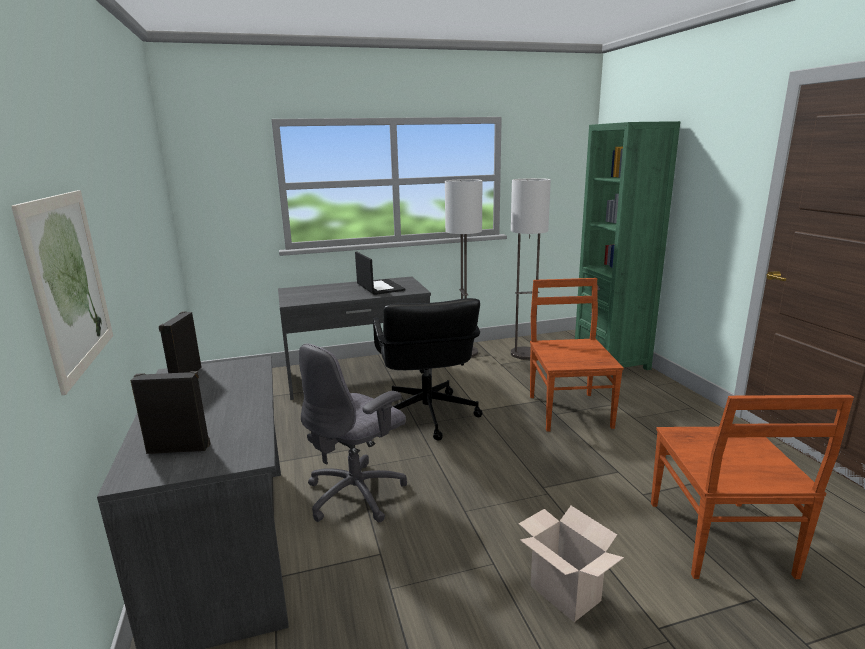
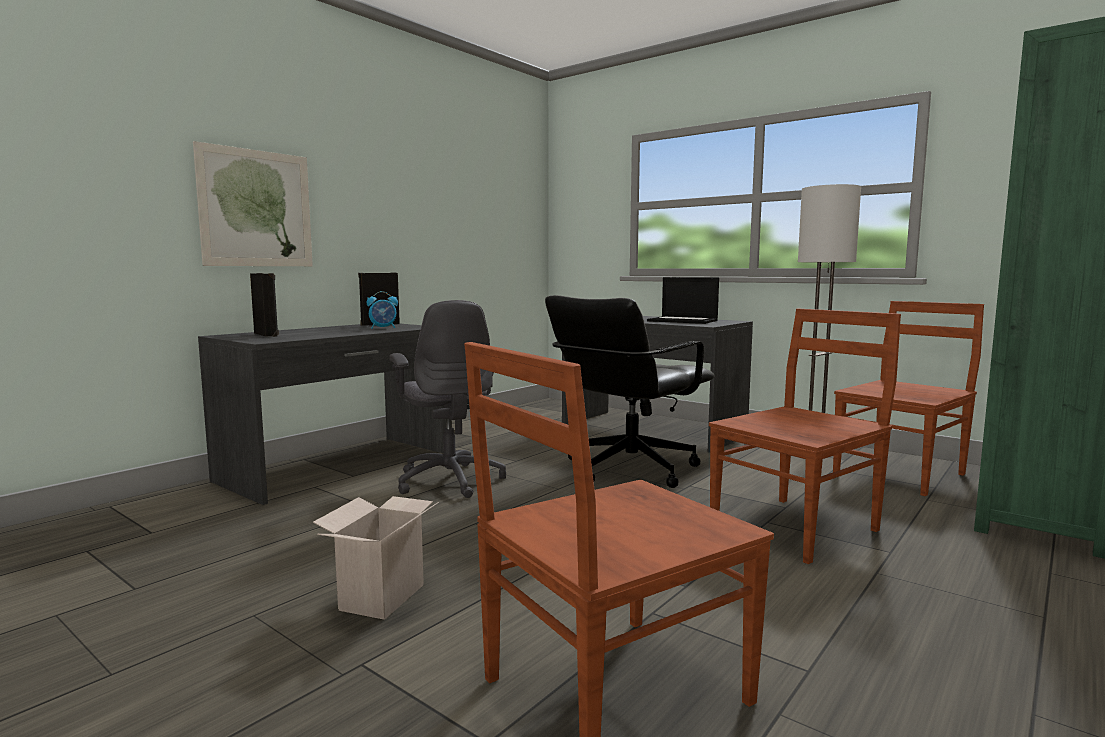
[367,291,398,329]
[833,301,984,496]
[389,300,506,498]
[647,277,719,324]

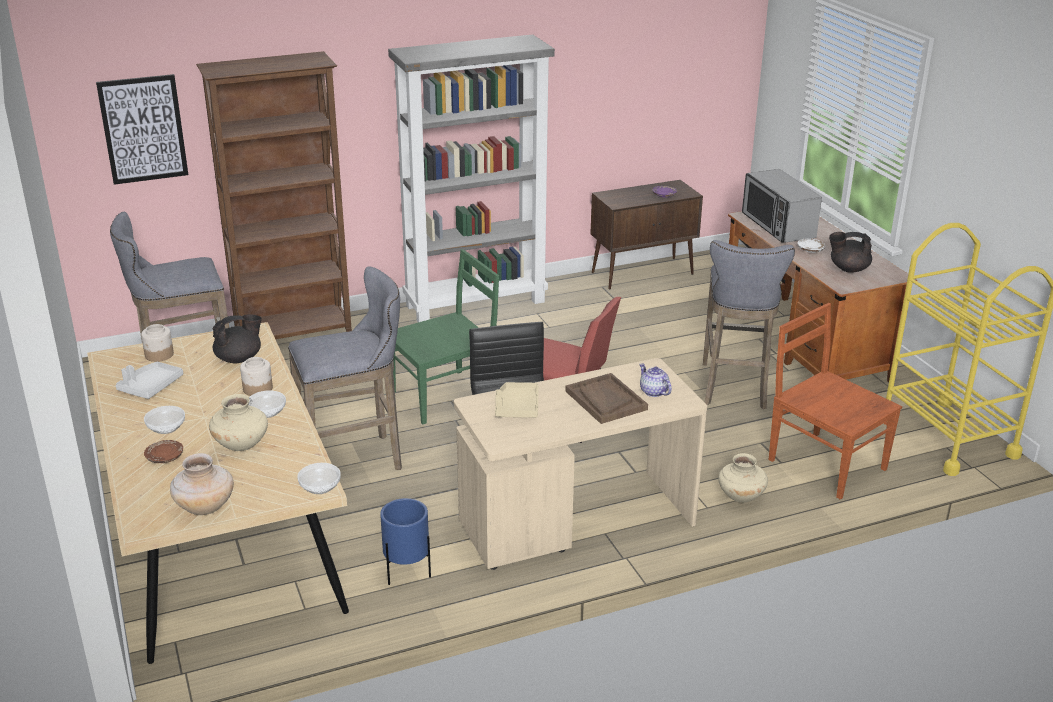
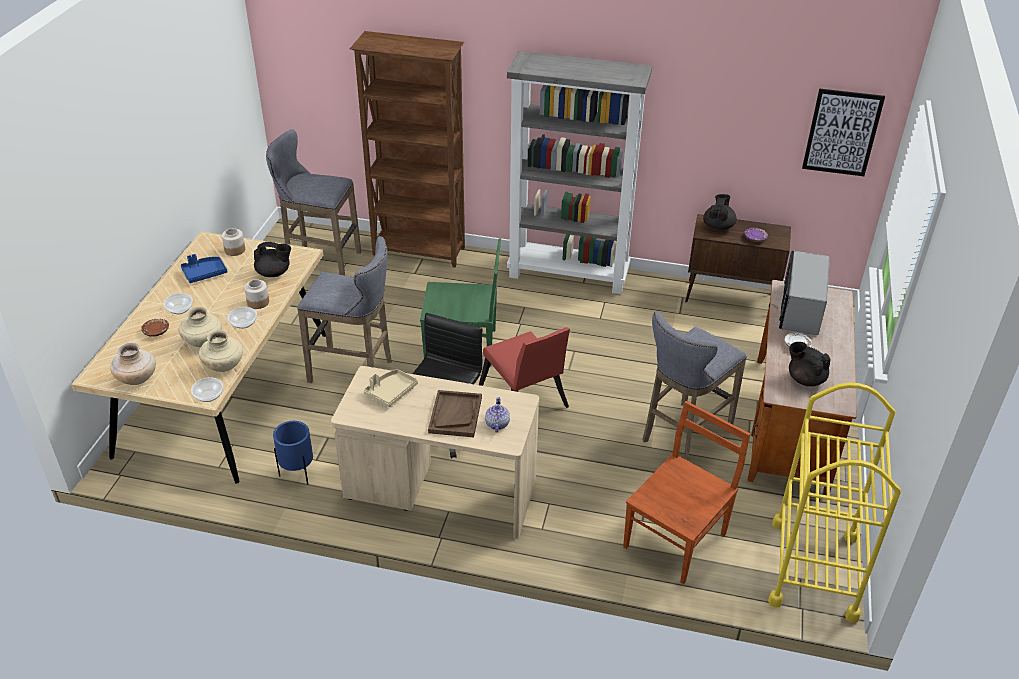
[703,194,737,231]
[802,89,885,176]
[199,330,243,372]
[181,254,227,283]
[623,401,750,584]

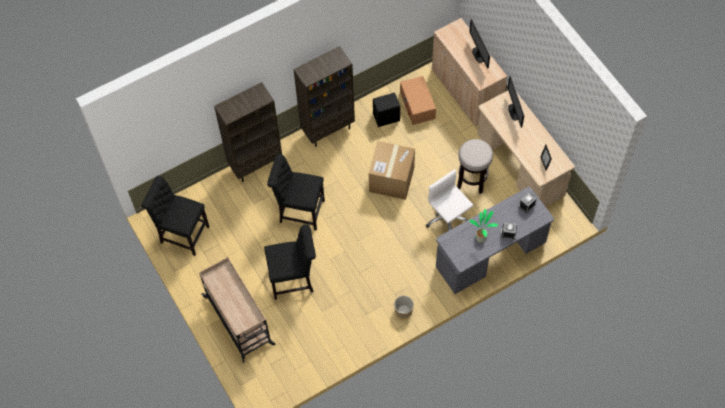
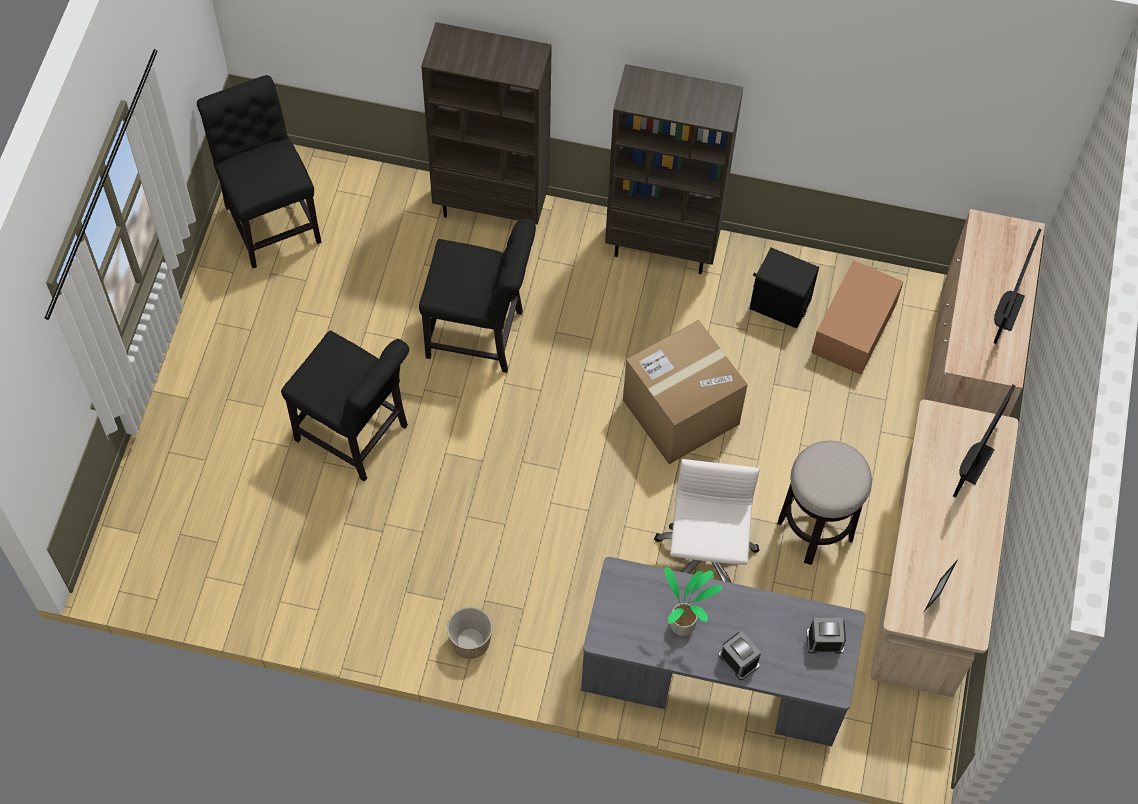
[199,257,275,363] (first image)
[419,218,536,373]

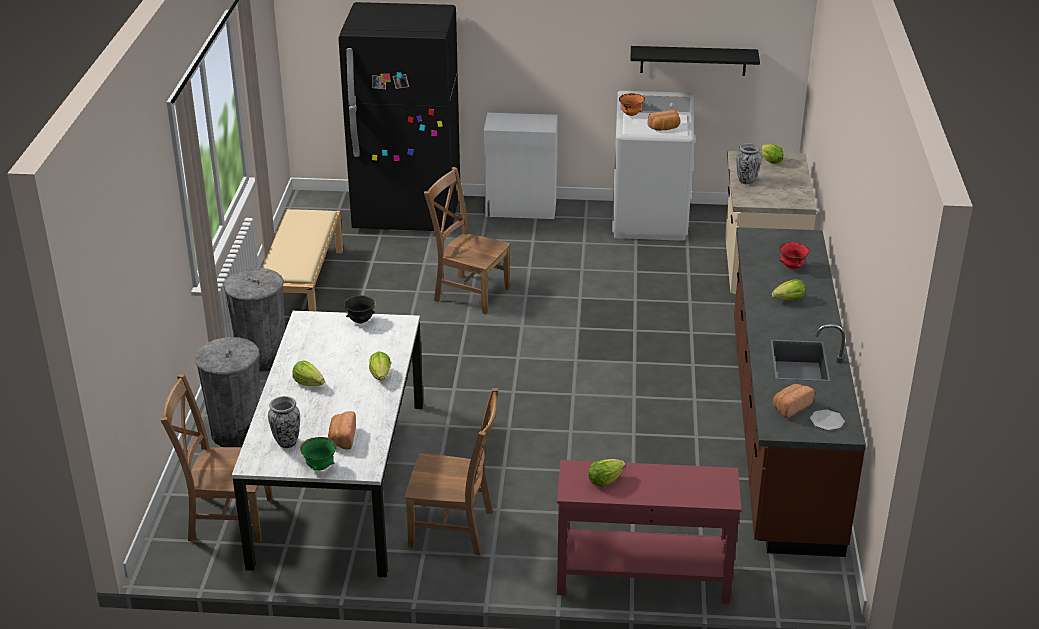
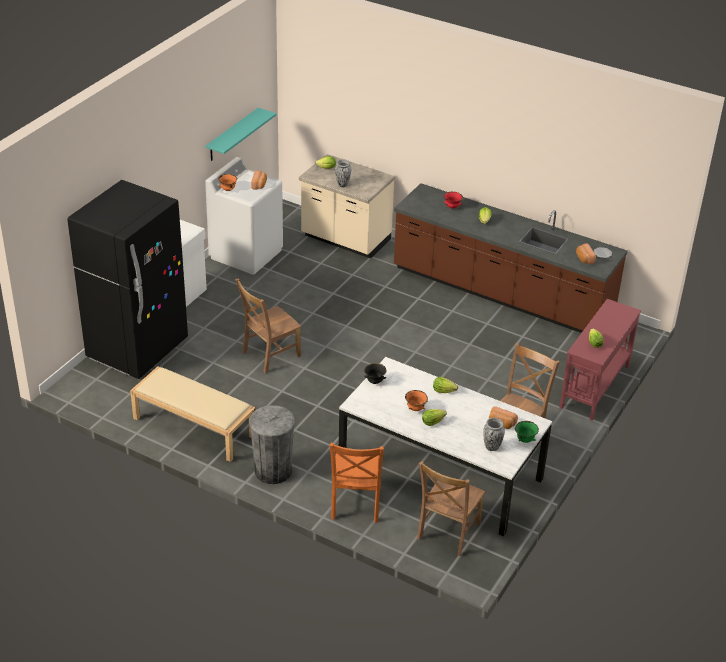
[405,390,428,411]
[330,443,384,523]
[206,108,276,161]

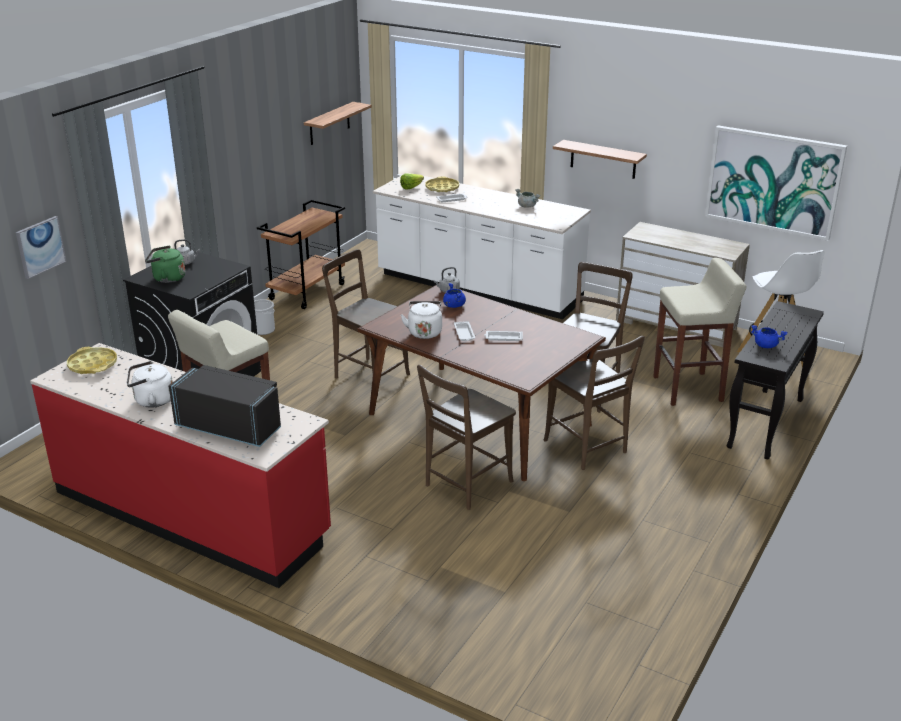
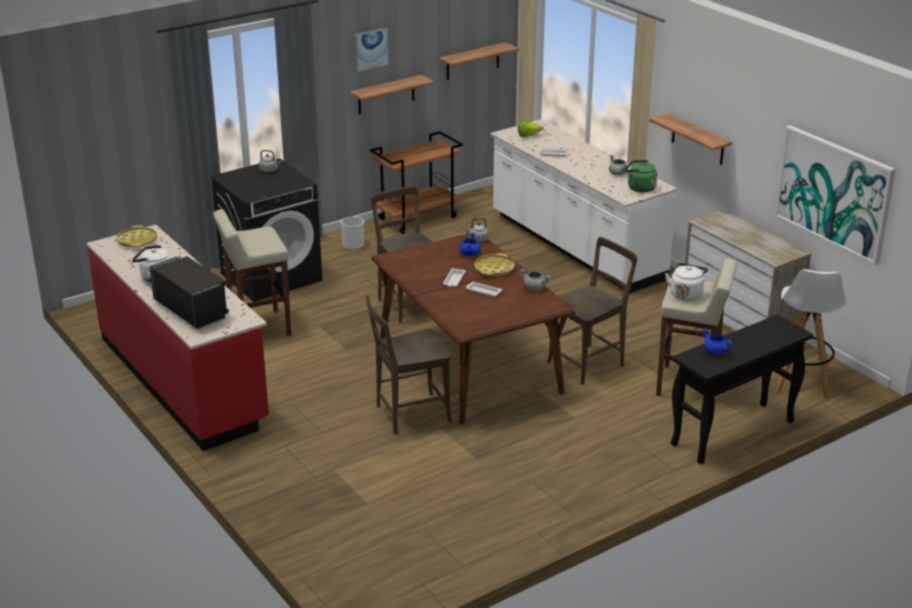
[544,336,645,470] (first image)
[350,75,434,114]
[520,269,551,291]
[354,28,389,72]
[624,160,657,192]
[665,263,708,301]
[474,253,514,276]

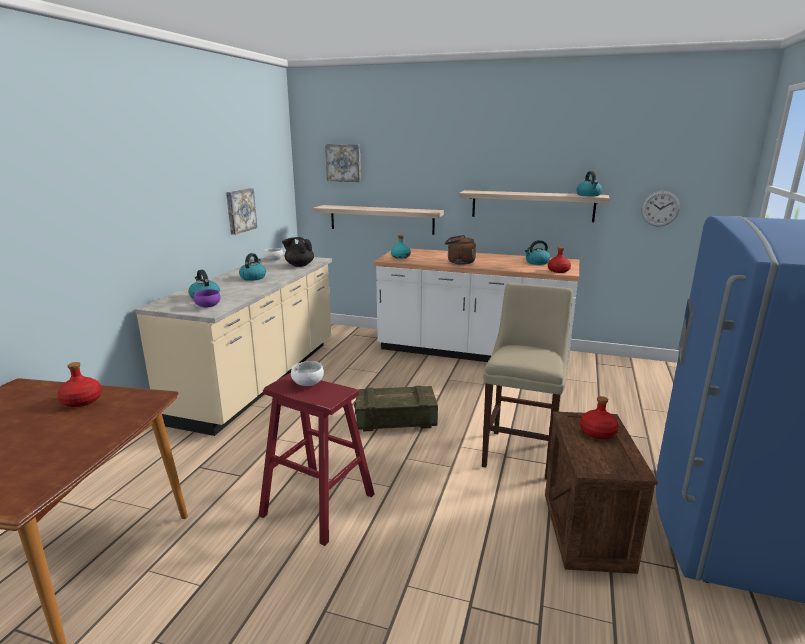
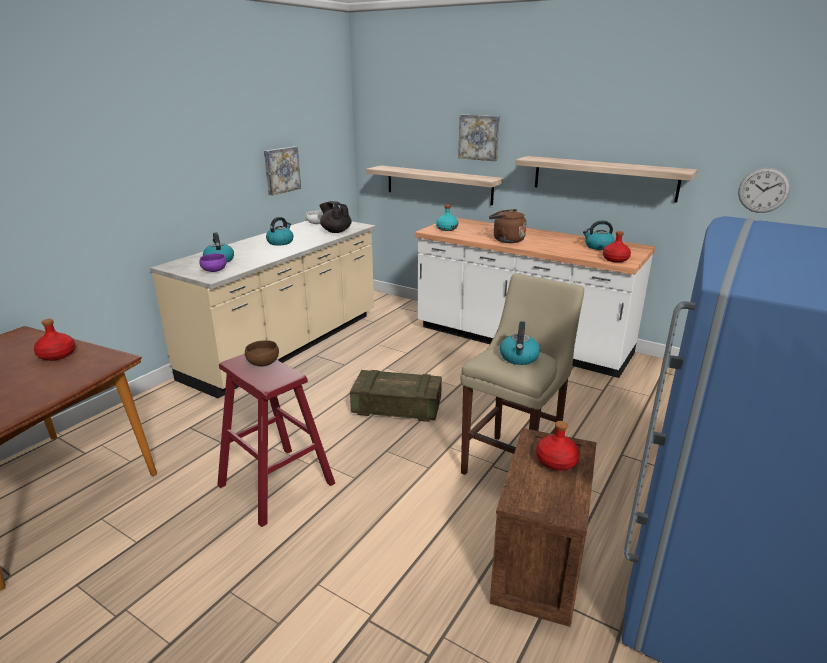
[458,115,500,161]
[500,321,540,365]
[245,340,279,366]

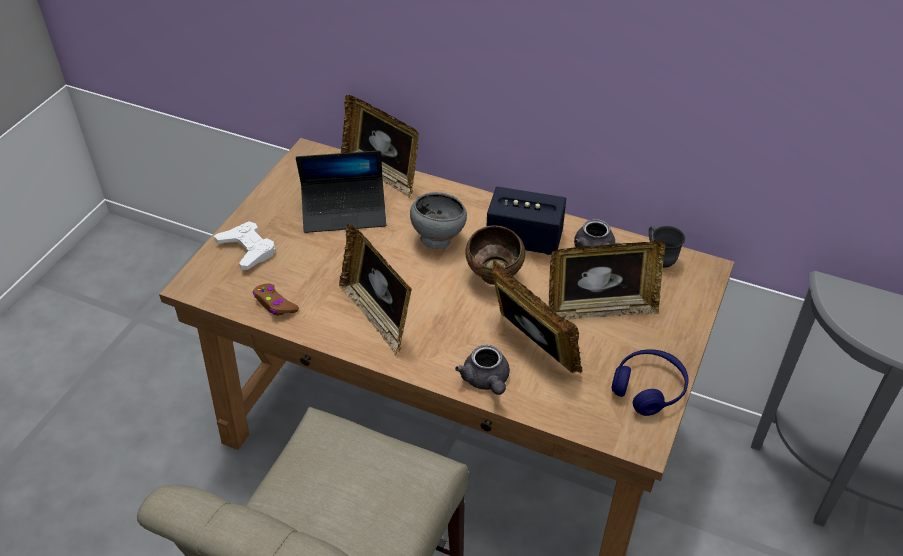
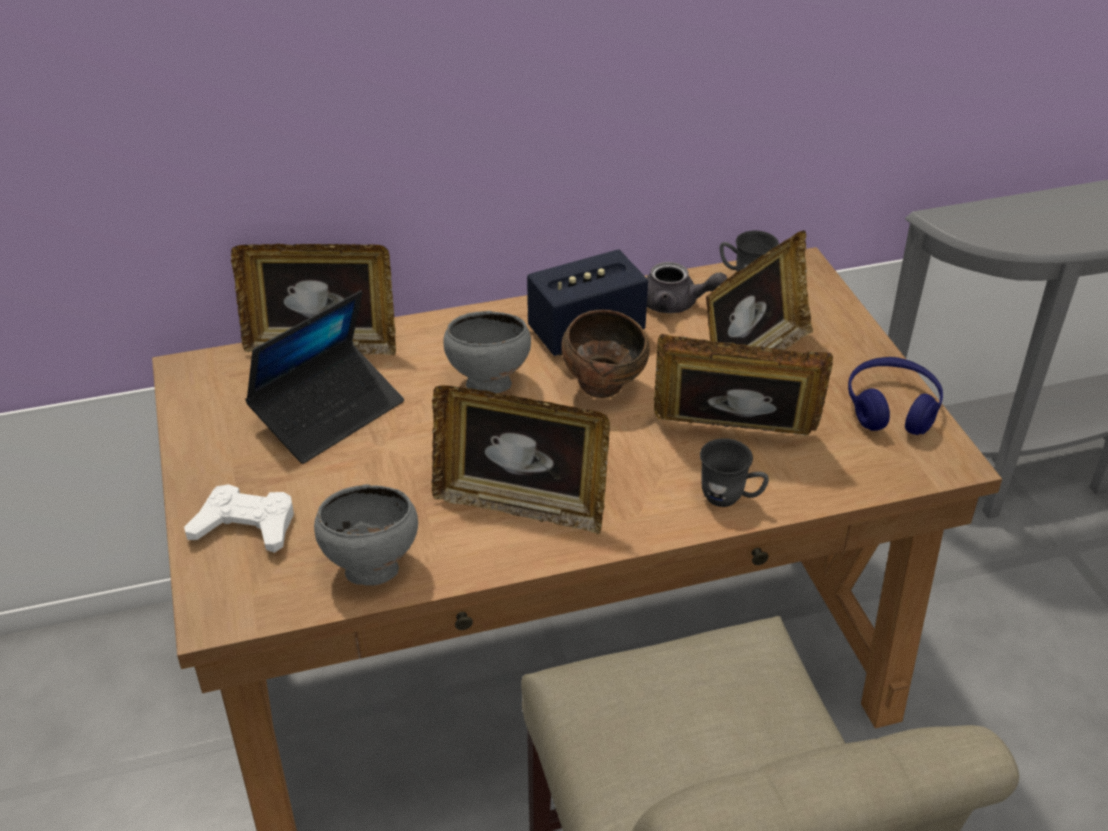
[314,484,418,586]
[700,438,769,507]

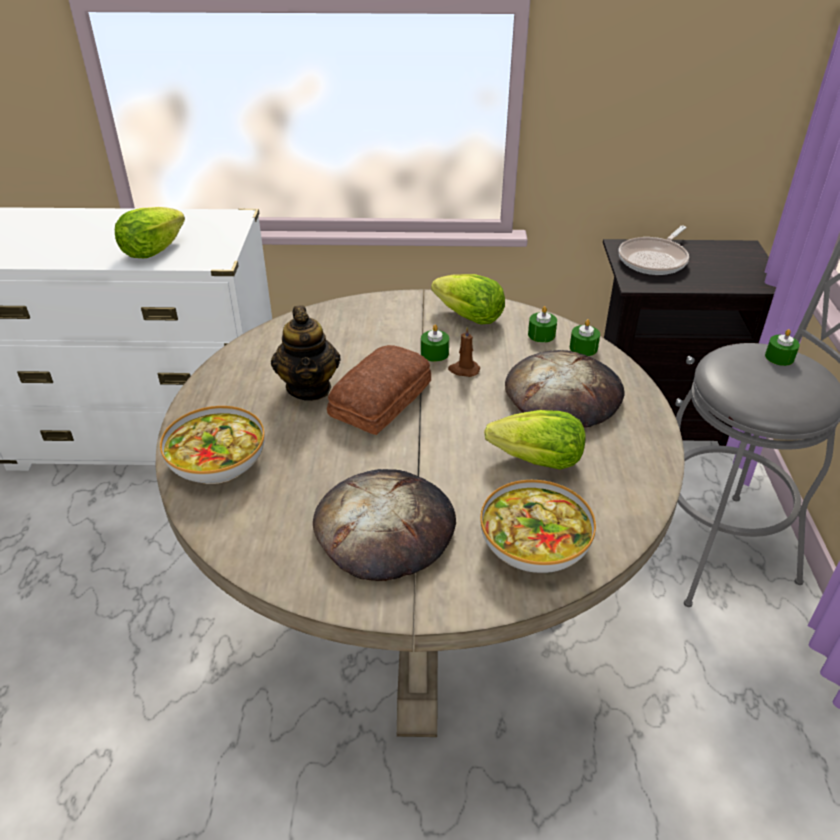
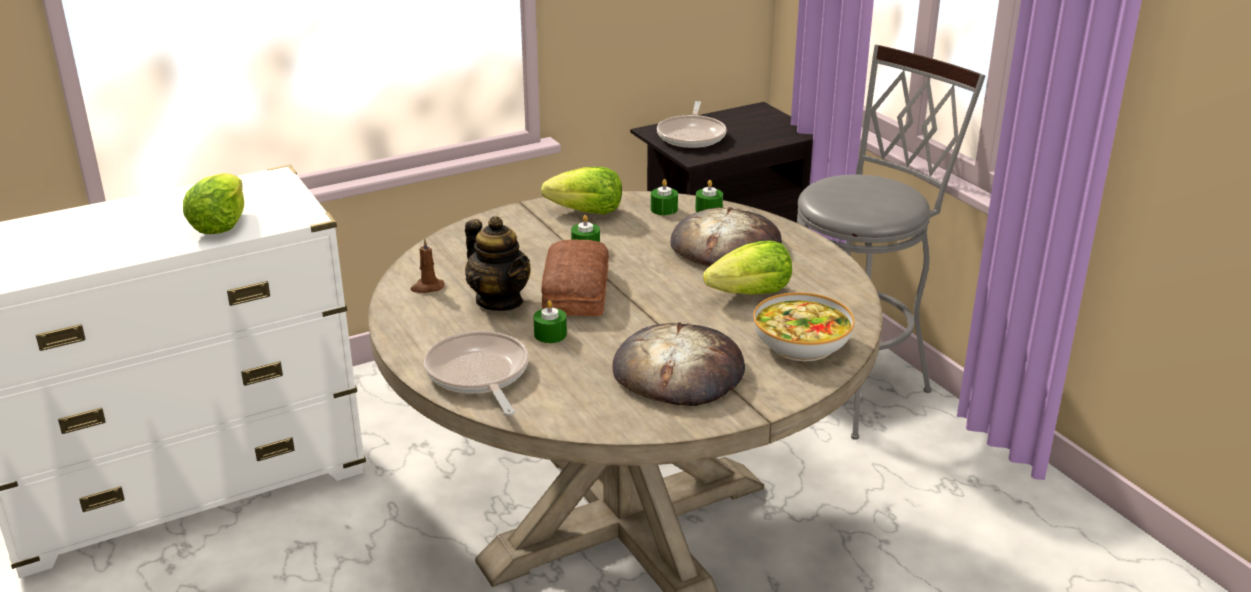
[410,238,444,293]
[534,300,567,343]
[424,331,528,415]

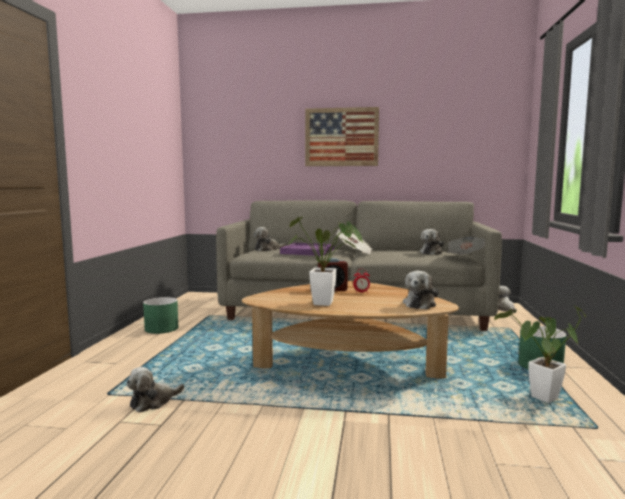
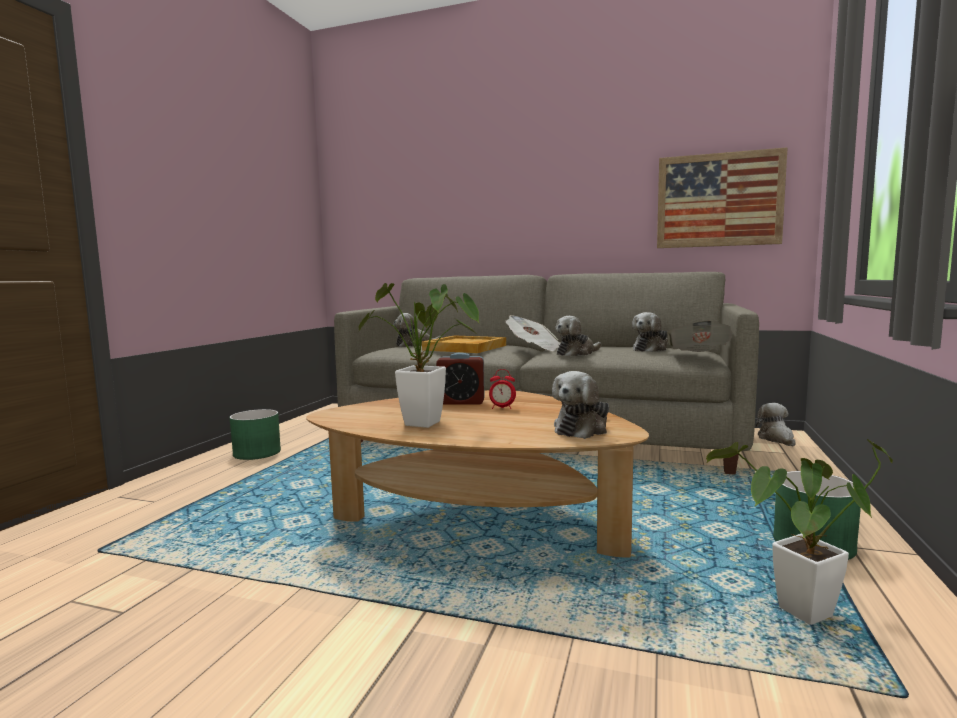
[555,316,601,356]
[657,147,788,248]
[422,335,506,353]

